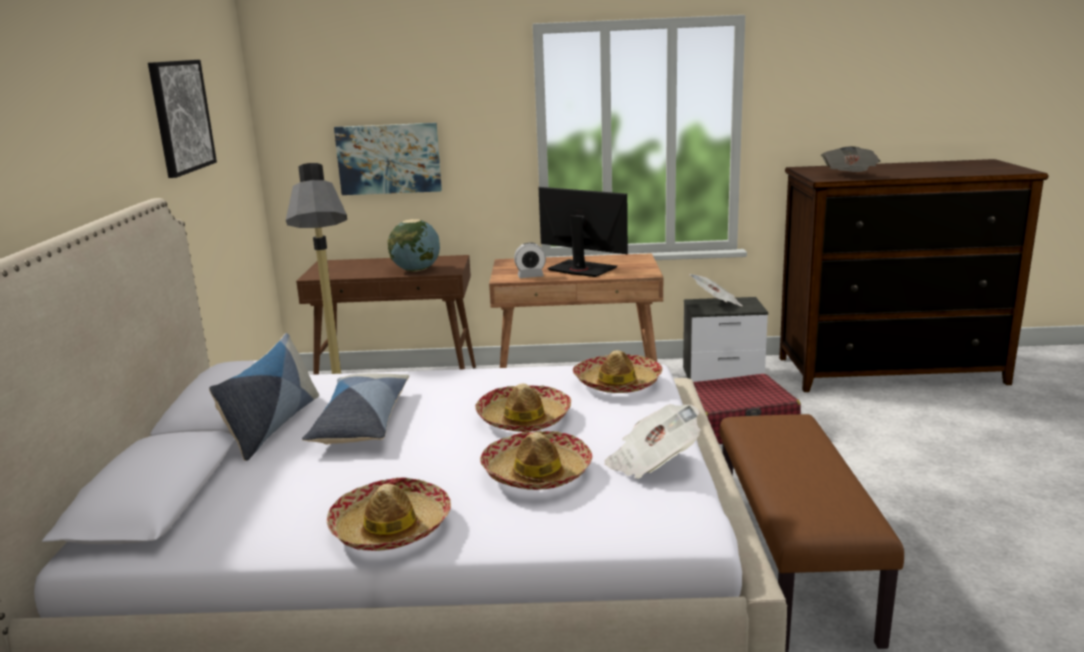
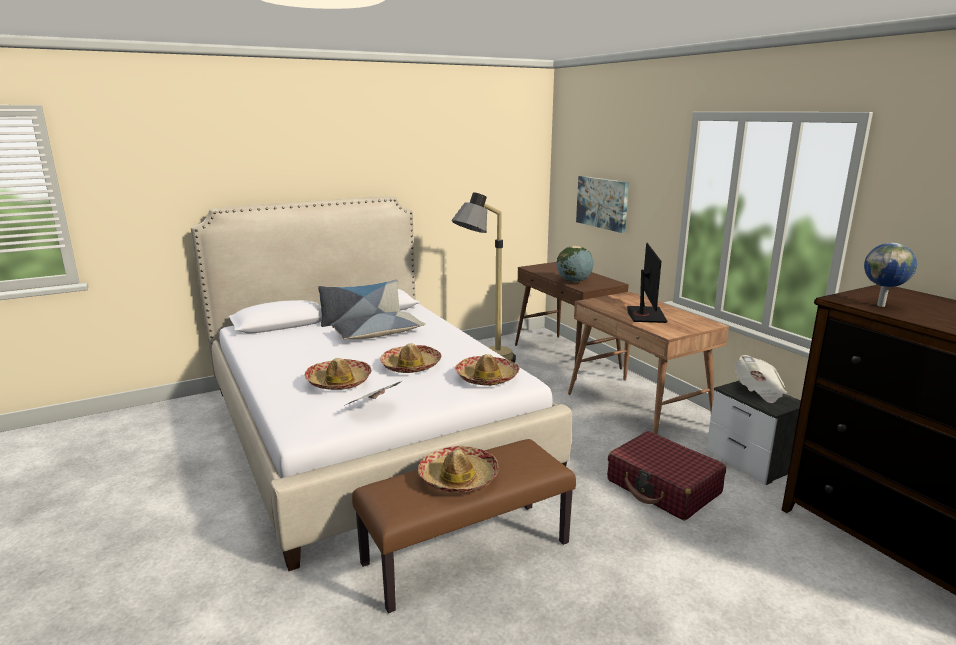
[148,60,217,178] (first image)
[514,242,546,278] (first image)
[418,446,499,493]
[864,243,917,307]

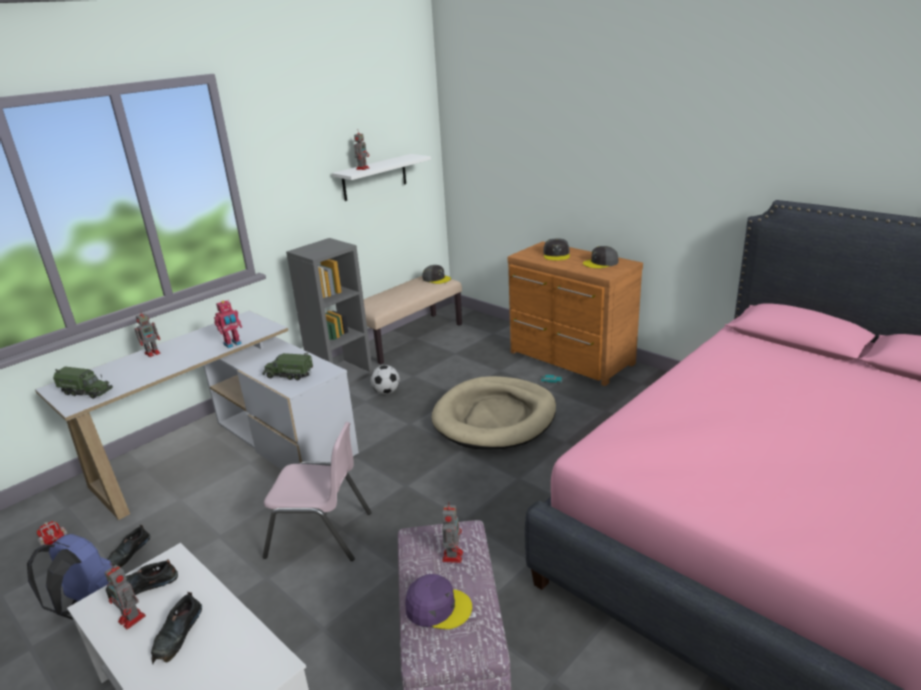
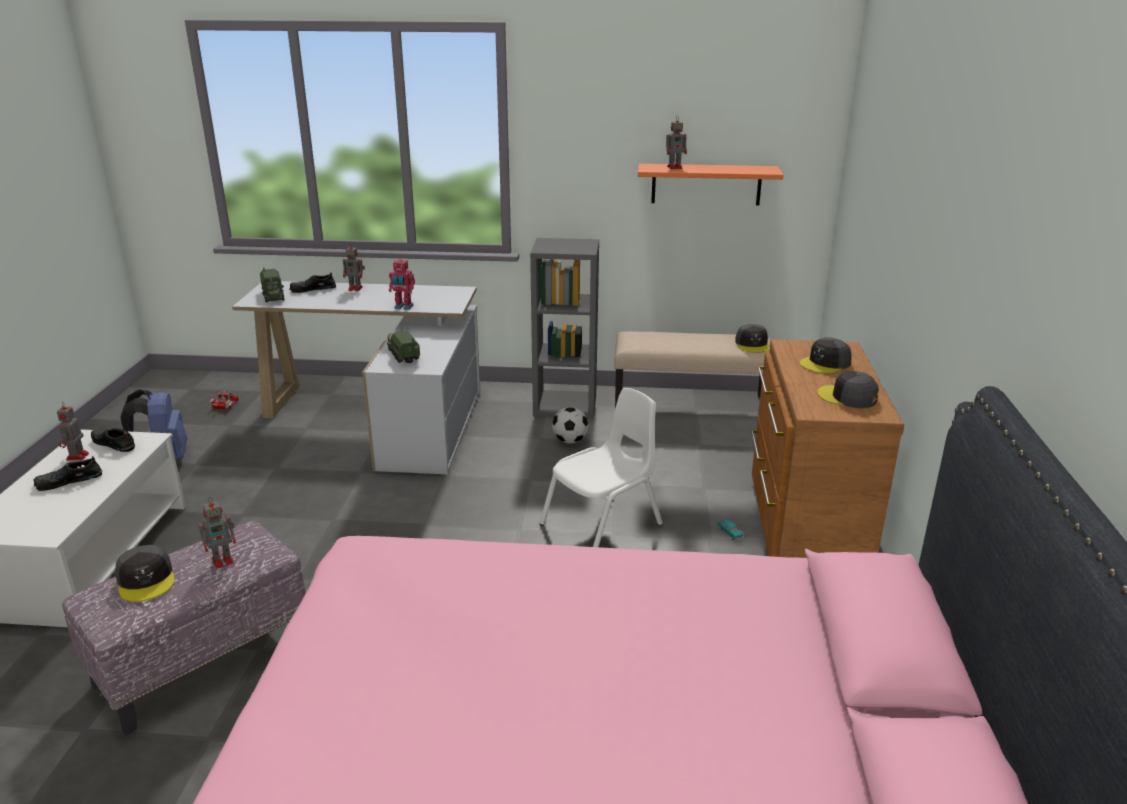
[263,422,372,561] (first image)
[290,272,336,293]
[539,388,663,547]
[638,164,783,206]
[115,545,175,602]

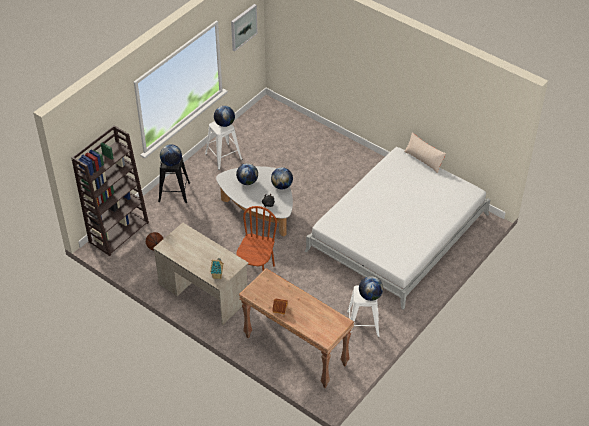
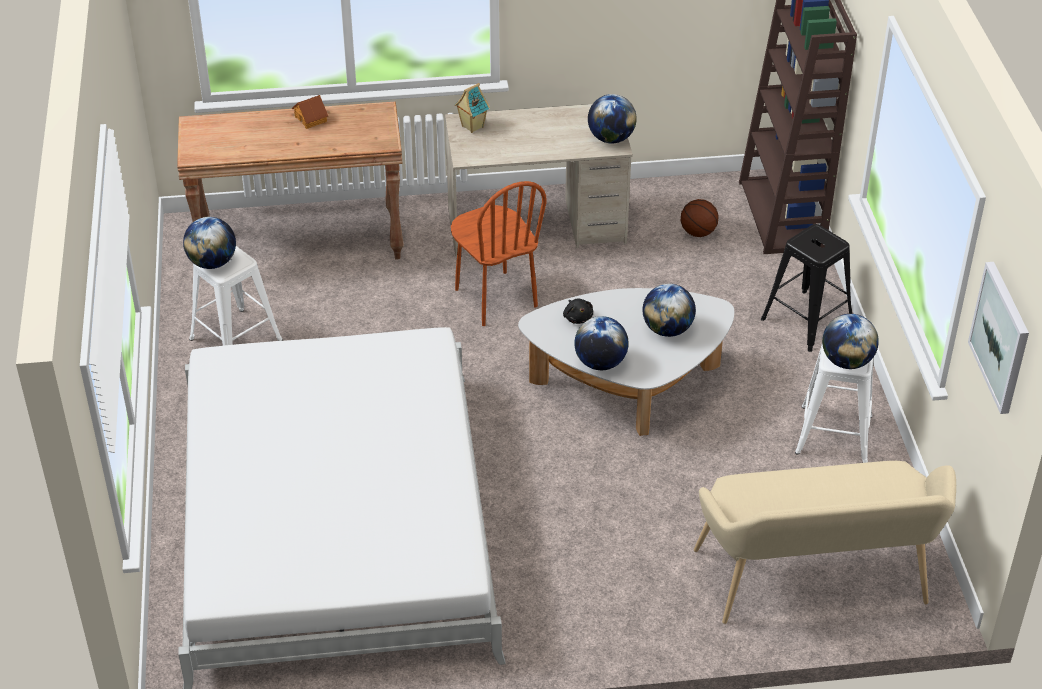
[404,132,446,173] (first image)
[694,461,956,624]
[588,94,637,143]

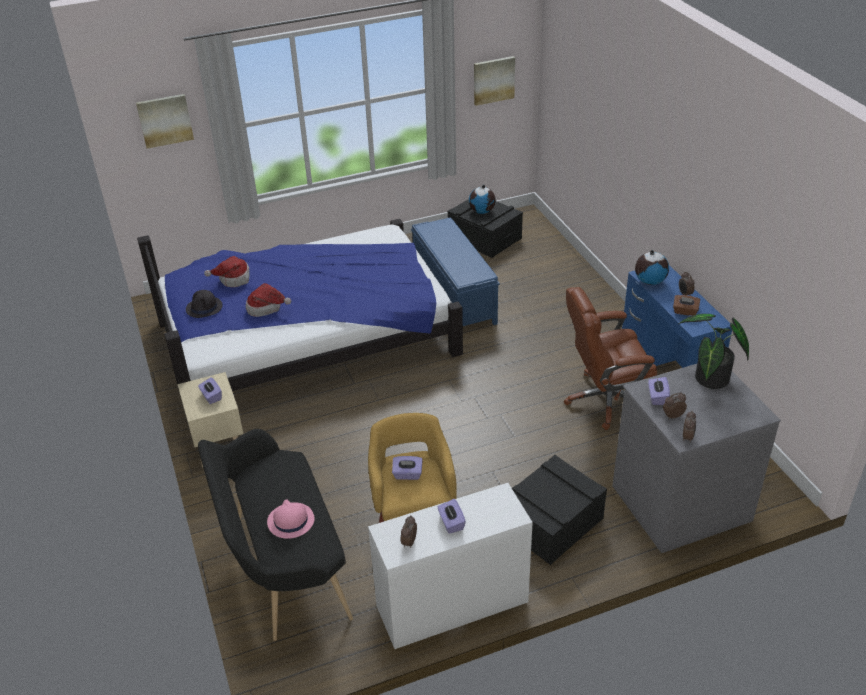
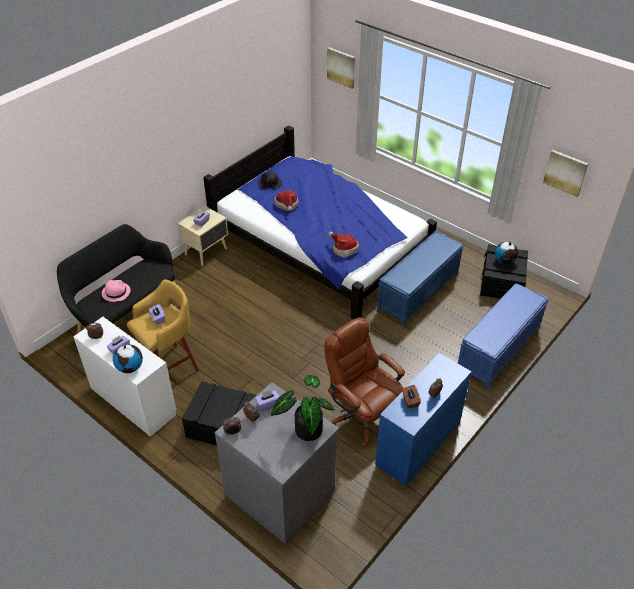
[458,284,549,390]
[328,232,359,258]
[113,344,143,373]

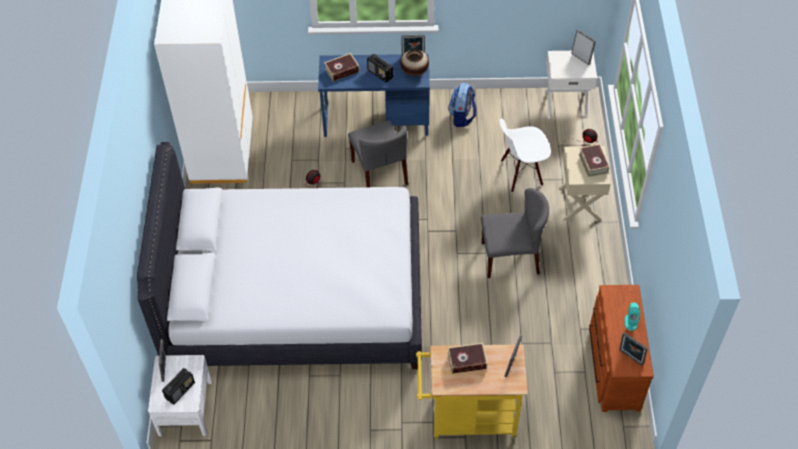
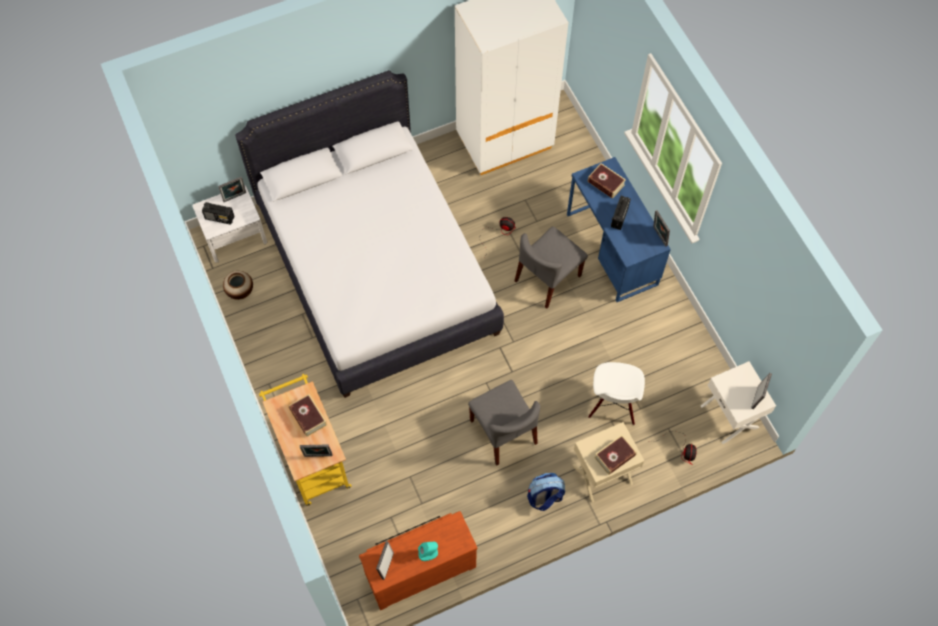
[223,271,253,300]
[527,473,565,511]
[588,362,645,425]

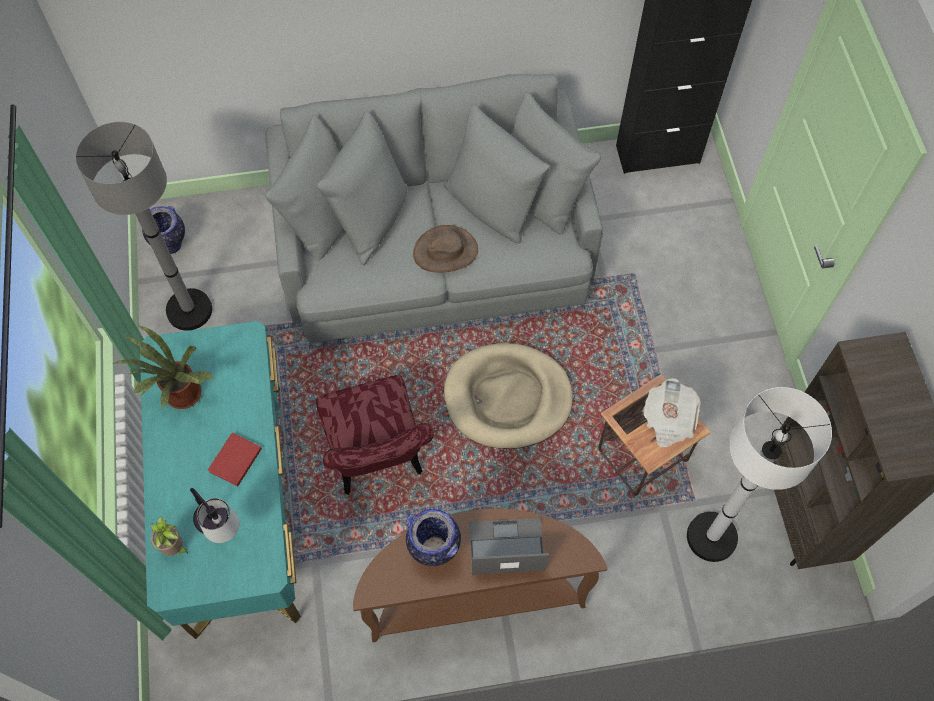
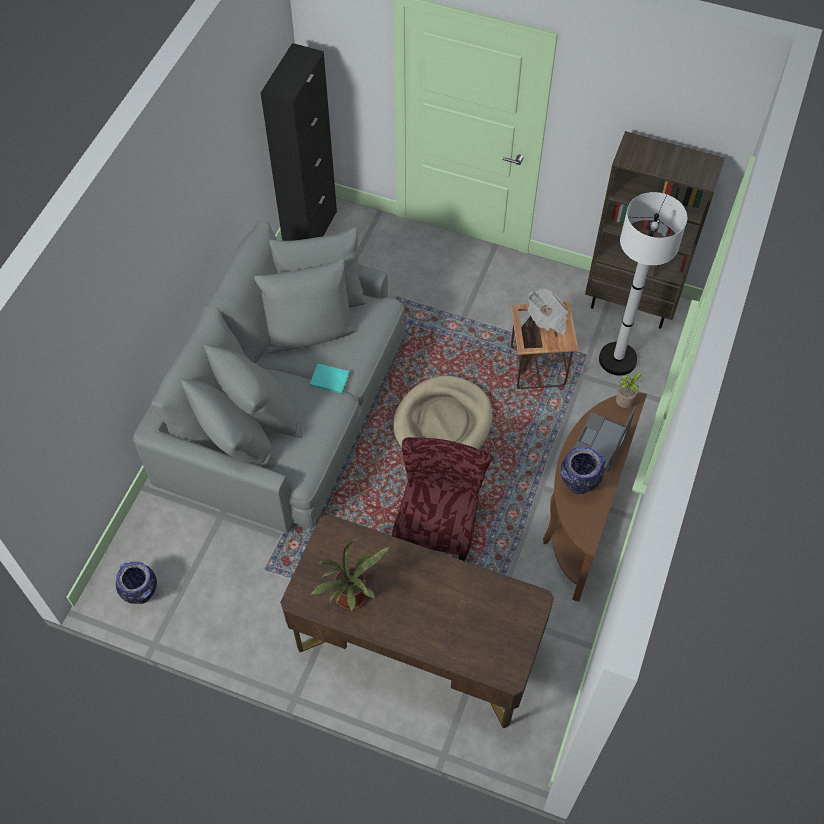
[75,122,212,331] (first image)
[190,488,240,543] (first image)
[208,433,262,487] (first image)
[616,372,643,408]
[310,364,350,394]
[280,514,554,728]
[392,437,493,561]

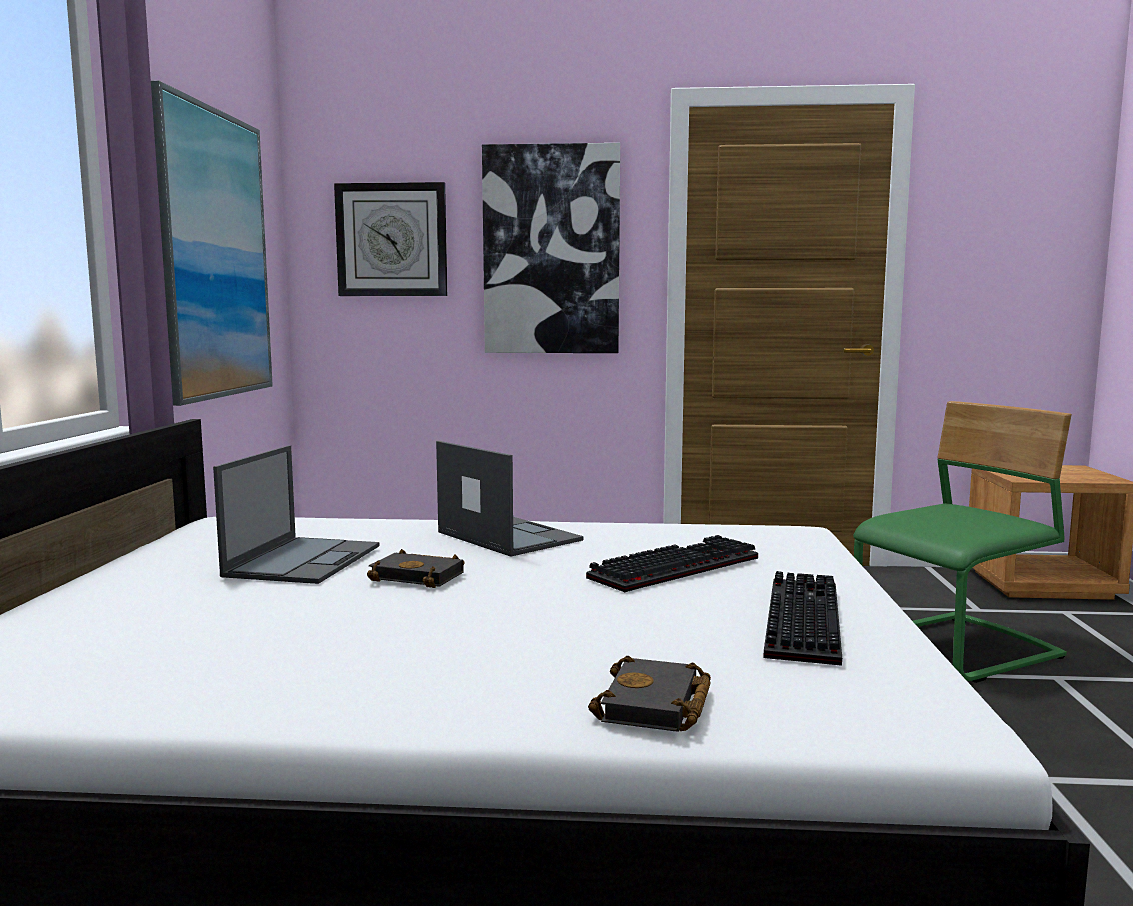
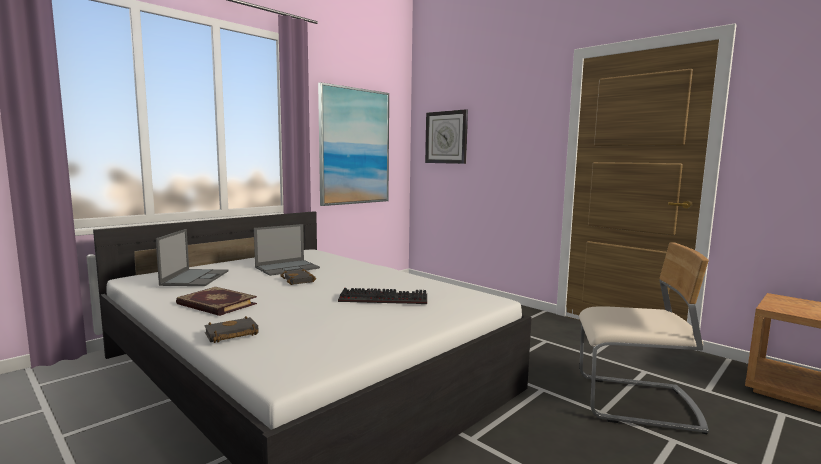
[482,143,620,353] (first image)
[764,571,842,666] (first image)
[176,287,257,316]
[156,229,229,286]
[579,242,709,434]

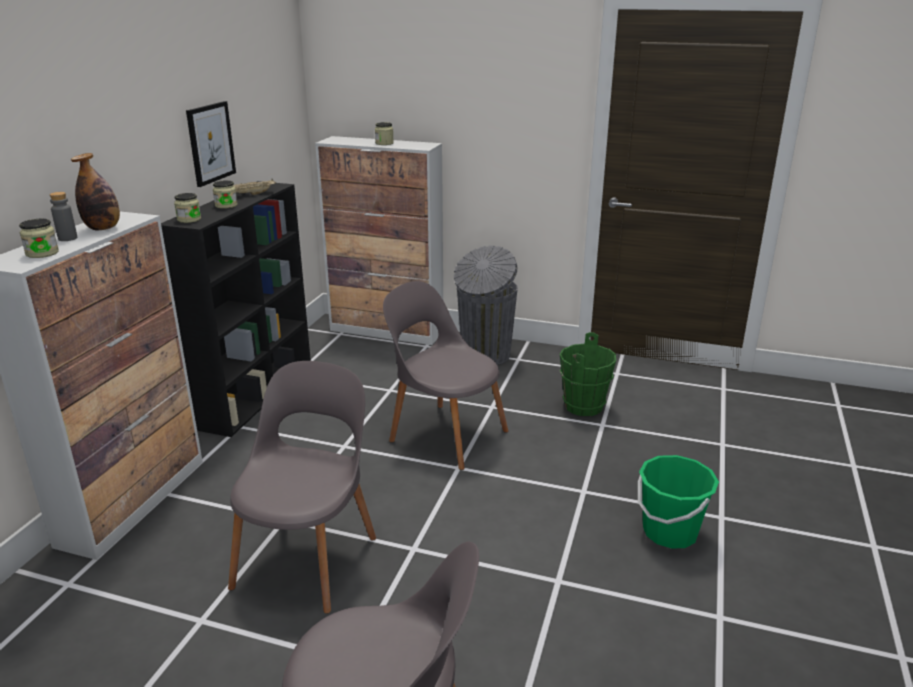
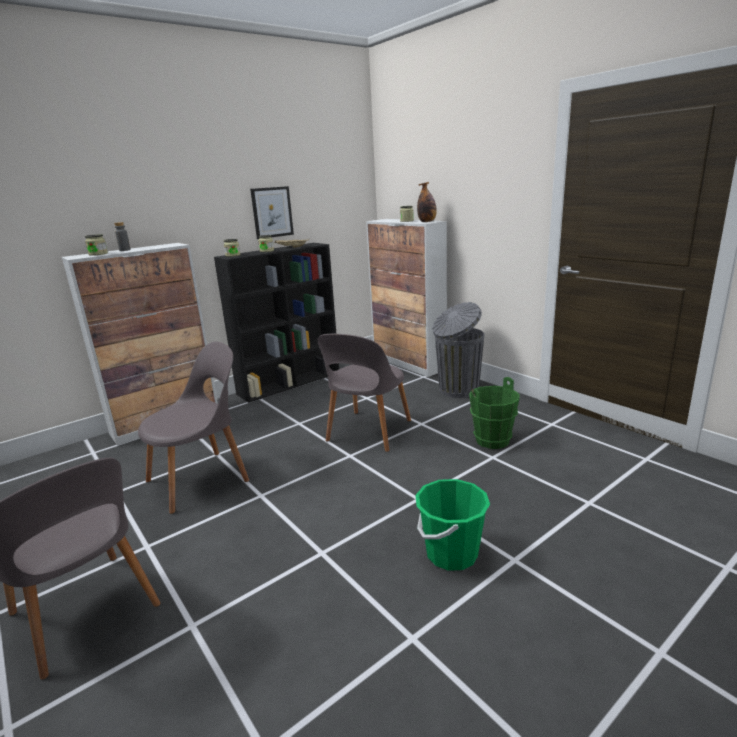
[417,182,437,222]
[317,334,411,452]

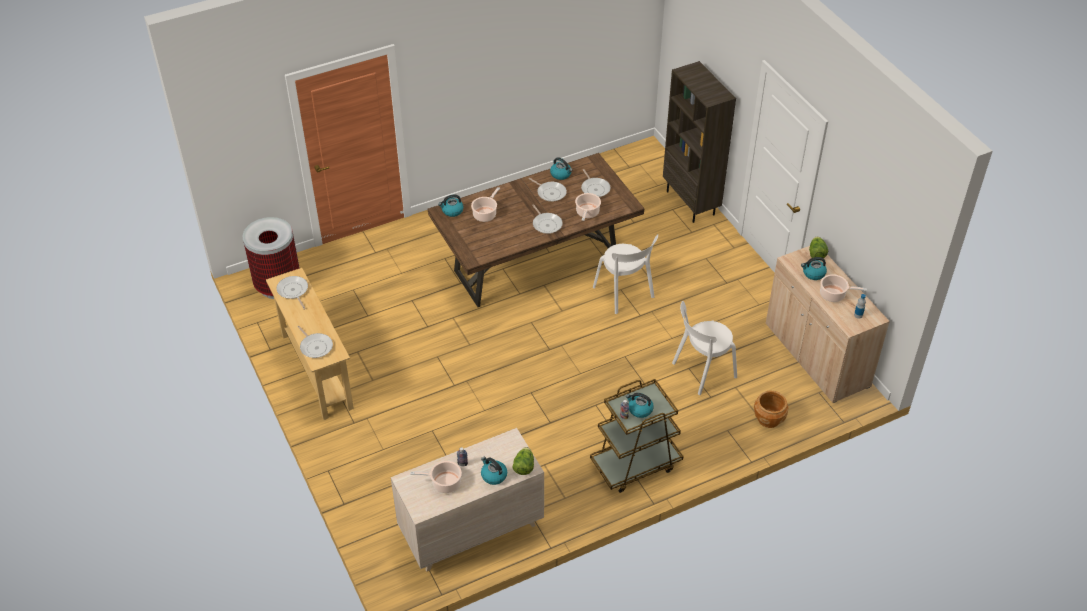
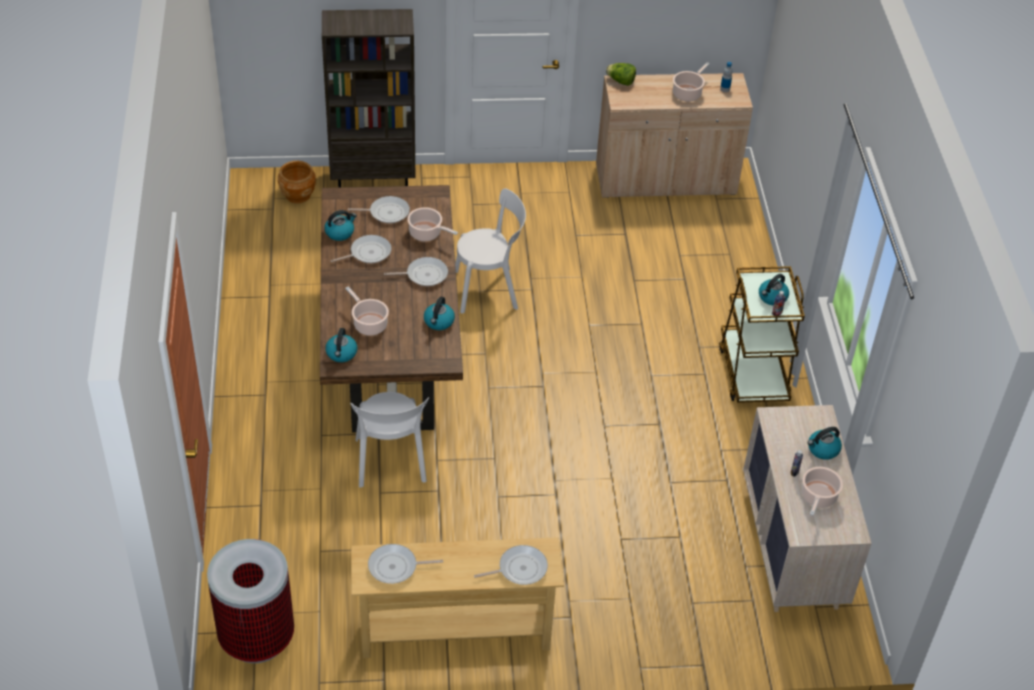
[512,447,534,475] (first image)
[350,392,429,488]
[278,161,316,203]
[424,297,455,330]

